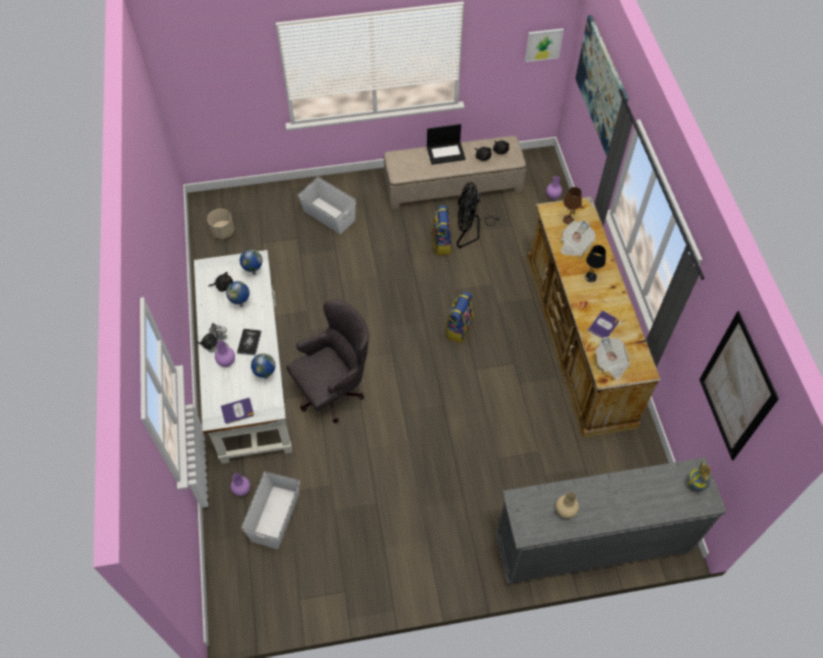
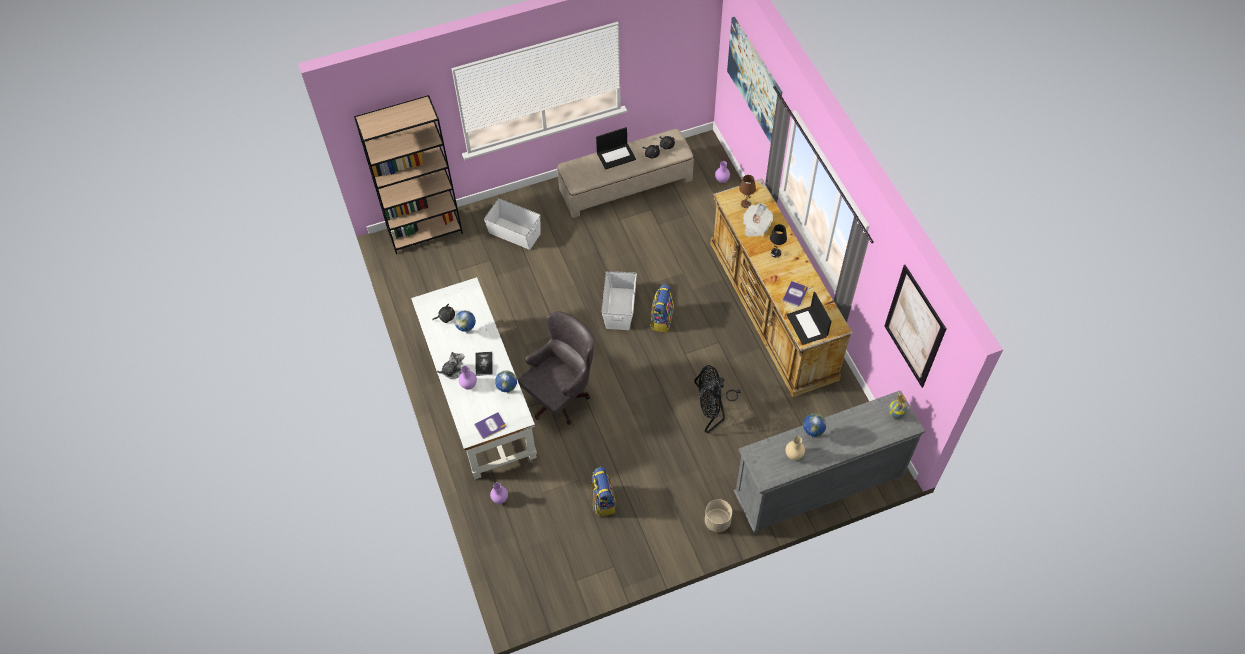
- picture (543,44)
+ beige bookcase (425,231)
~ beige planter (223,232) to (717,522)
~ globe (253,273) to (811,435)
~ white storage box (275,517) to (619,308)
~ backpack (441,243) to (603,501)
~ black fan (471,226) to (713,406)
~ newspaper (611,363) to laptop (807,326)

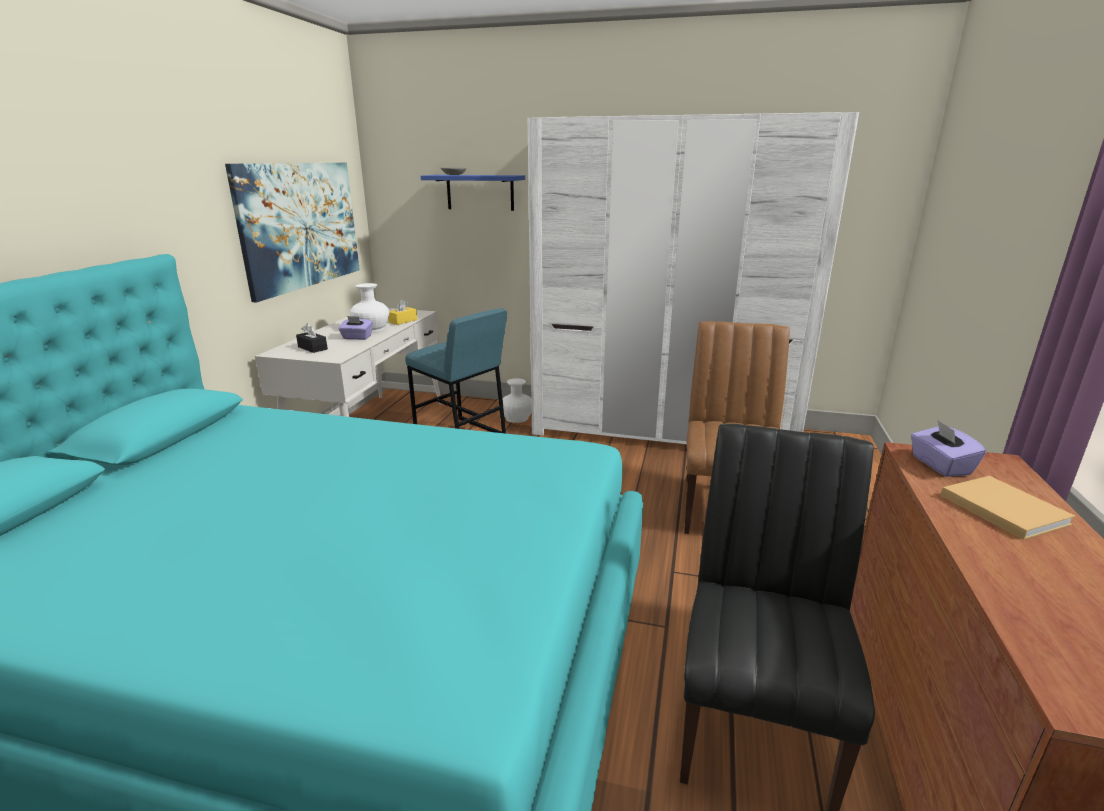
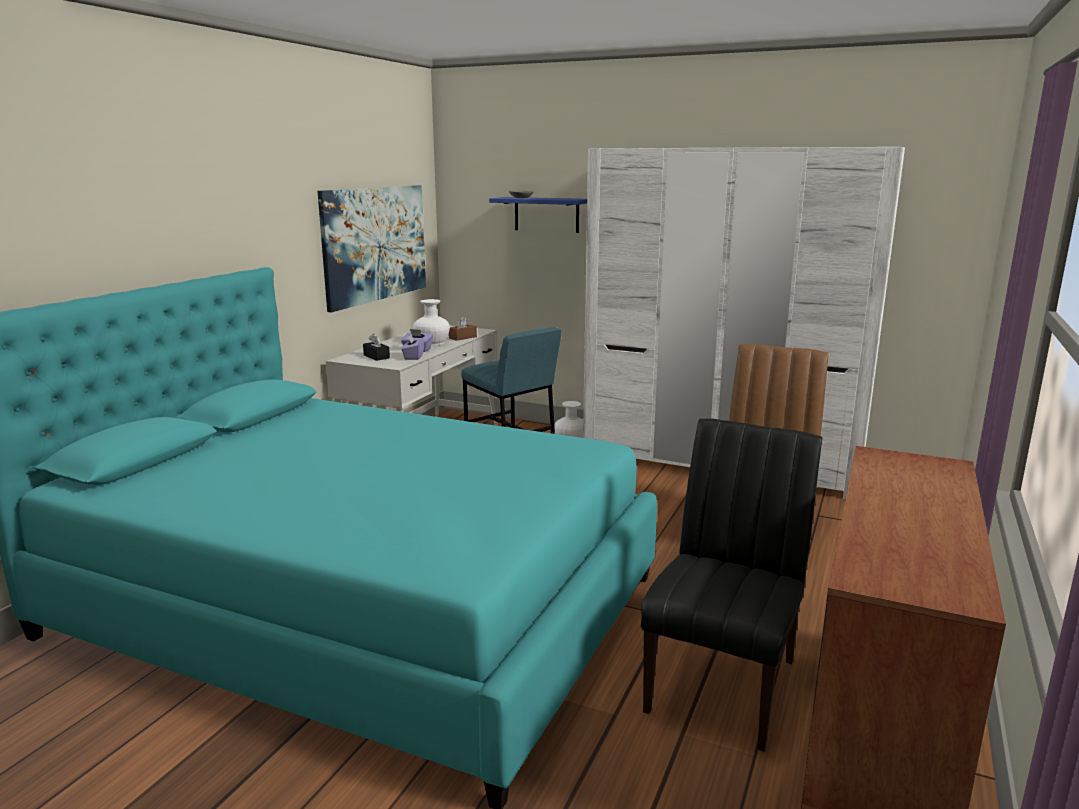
- beige book (1000,508)
~ purple tissue box (940,465) to (413,357)
~ yellow tissue box (403,321) to brown tissue box (463,337)

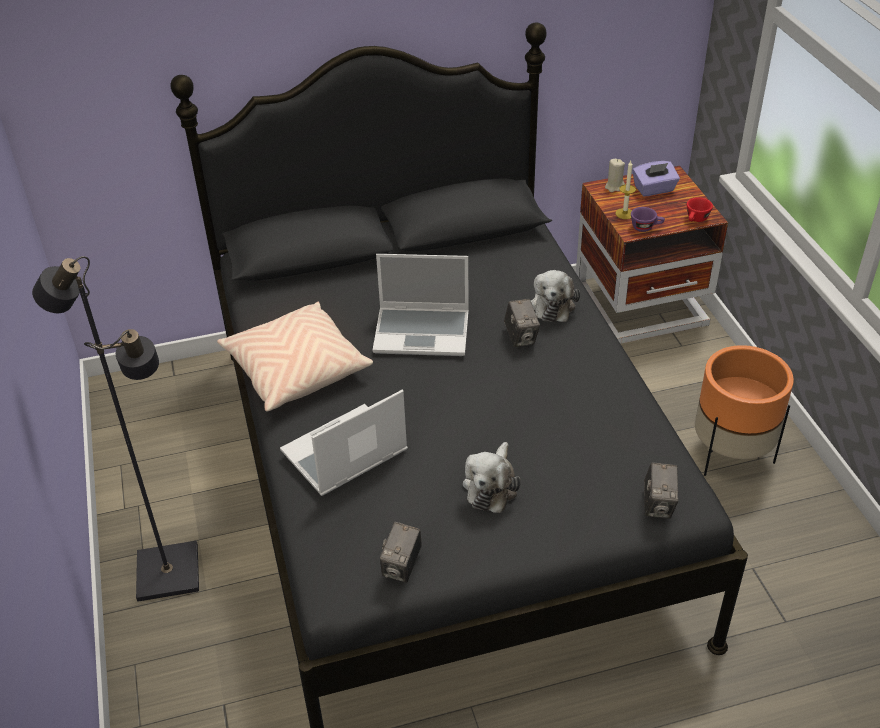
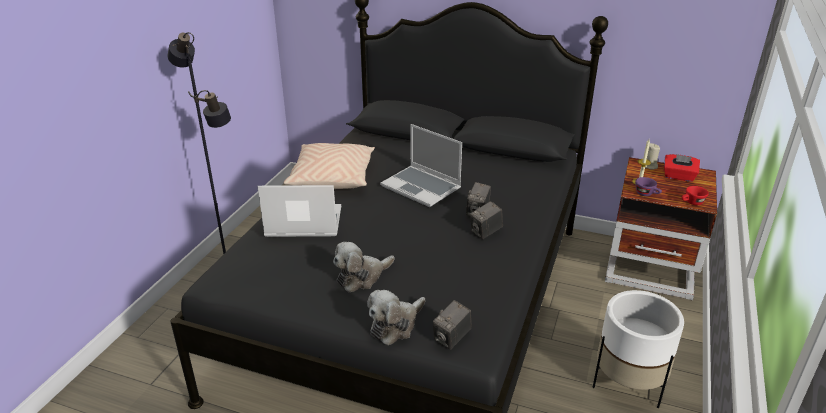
~ photo camera (402,567) to (485,232)
~ plush toy (552,304) to (395,325)
~ purple tissue box (654,189) to red tissue box (678,177)
~ orange planter (731,454) to white planter (627,385)

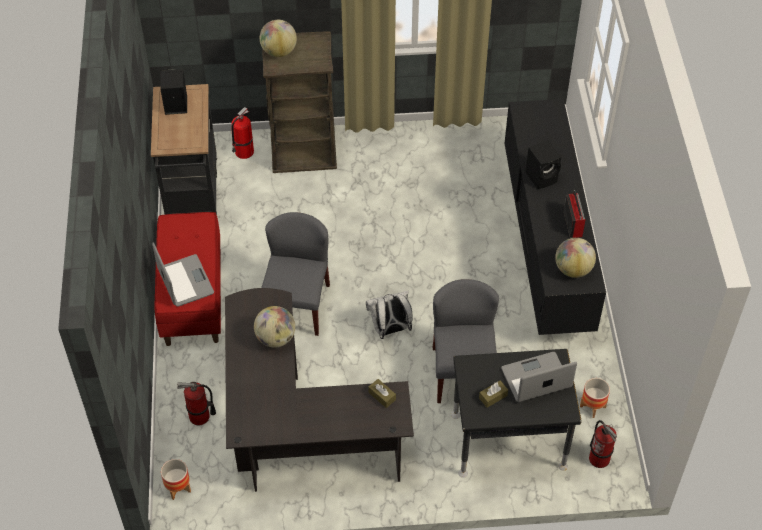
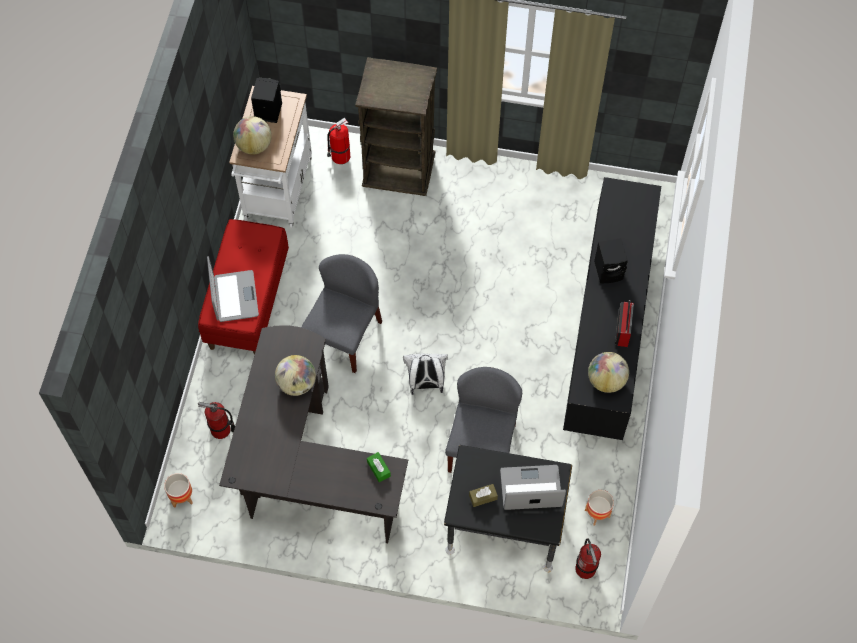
~ globe (279,51) to (254,146)
~ black cart (192,194) to white cart (277,191)
~ brown tissue box (382,396) to green tissue box (378,469)

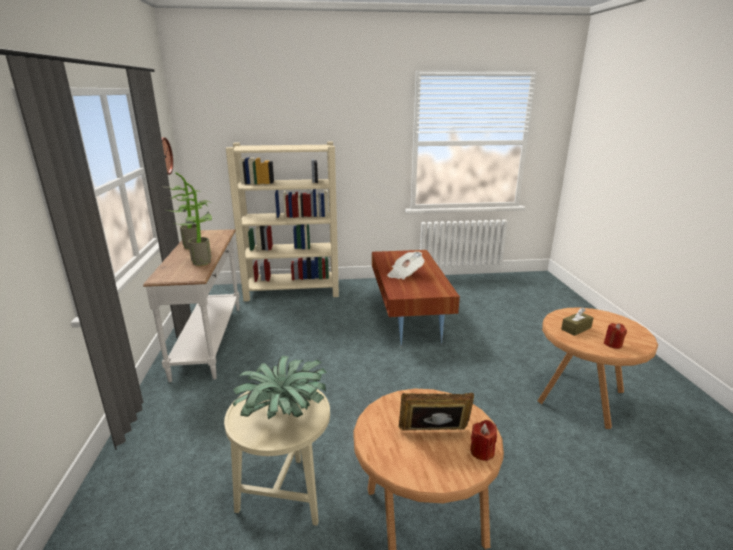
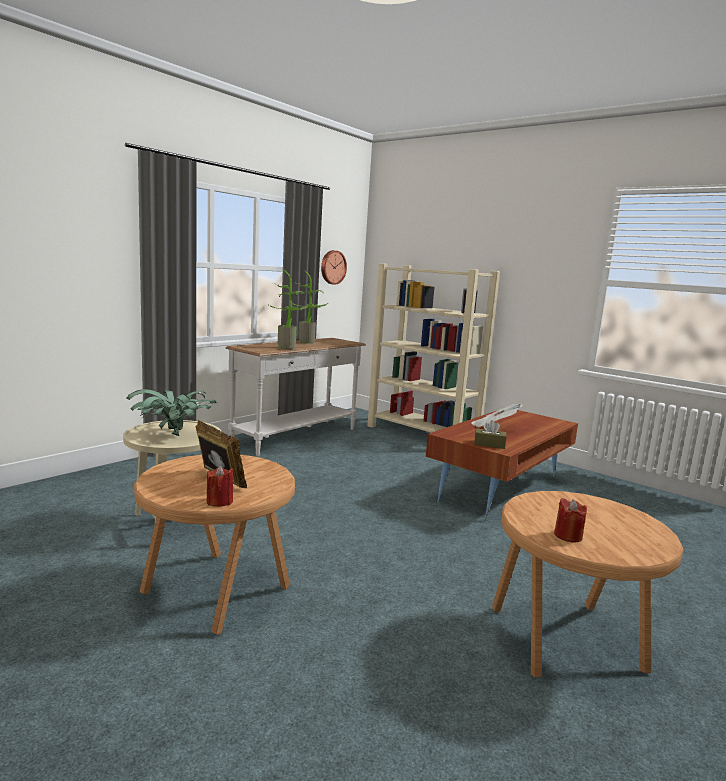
~ brown tissue box (576,328) to (489,444)

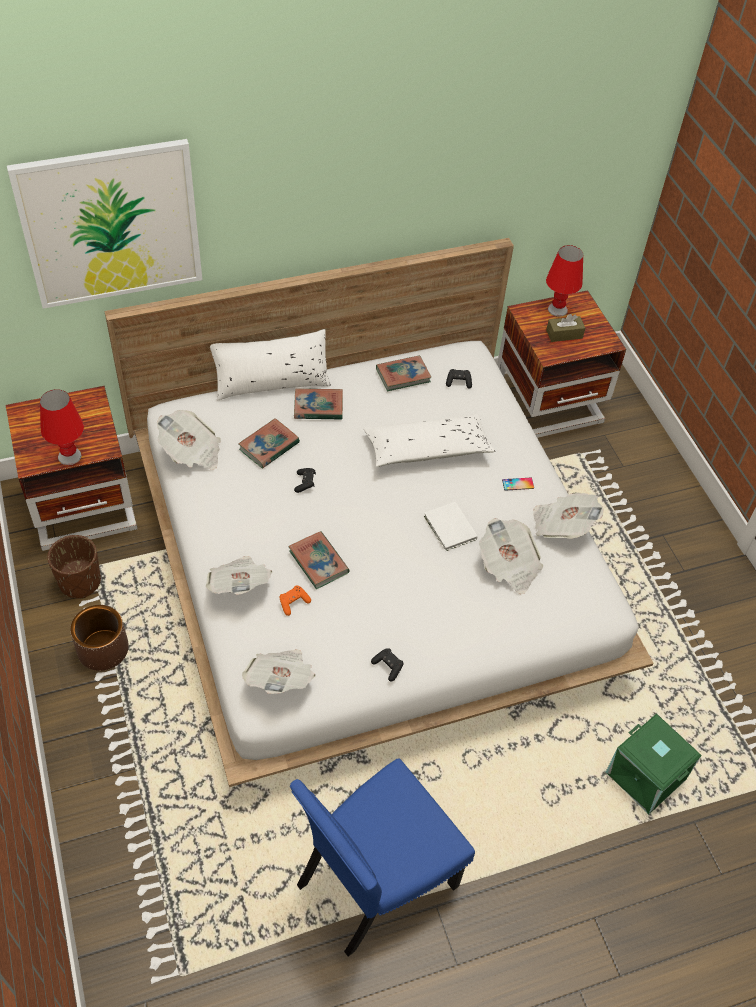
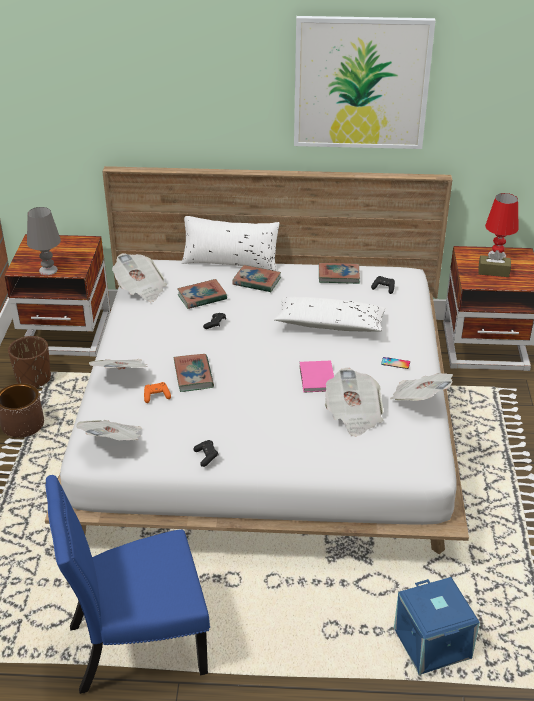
~ picture (111,224) to (361,83)
~ red table lamp (69,456) to grey table lamp (48,270)
~ white book (450,529) to pink book (316,379)
~ green storage box (646,776) to blue storage box (433,643)

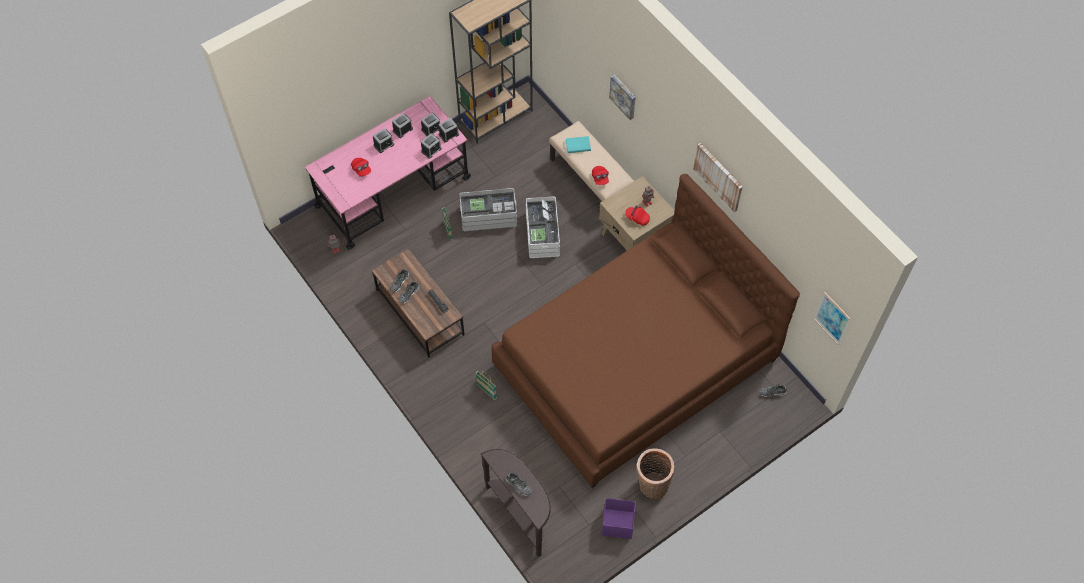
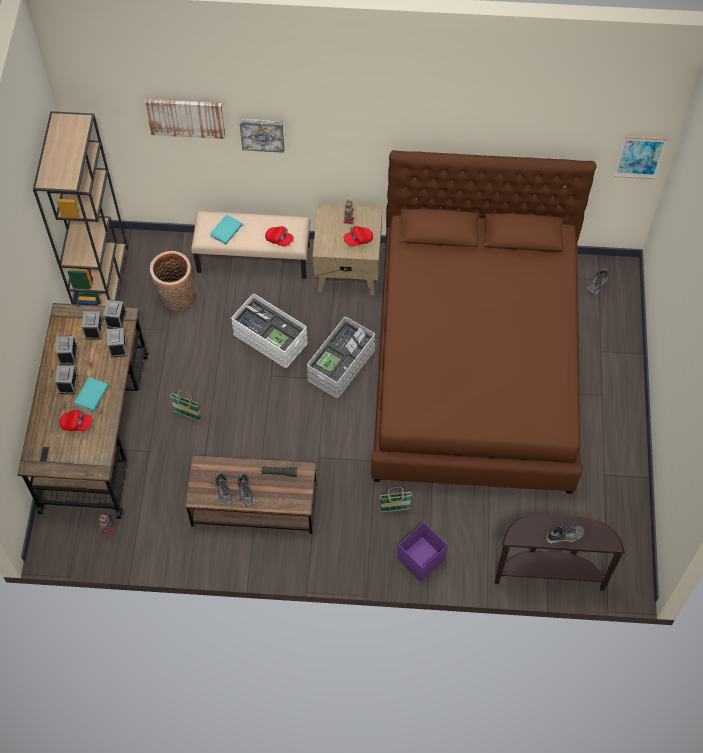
+ turquoise book (92,395)
~ grey storage box (489,215) to (340,364)
~ purple storage box (617,523) to (420,559)
~ basket (651,485) to (176,298)
~ picture (718,176) to (186,117)
~ pink desk (393,192) to brown desk (95,431)

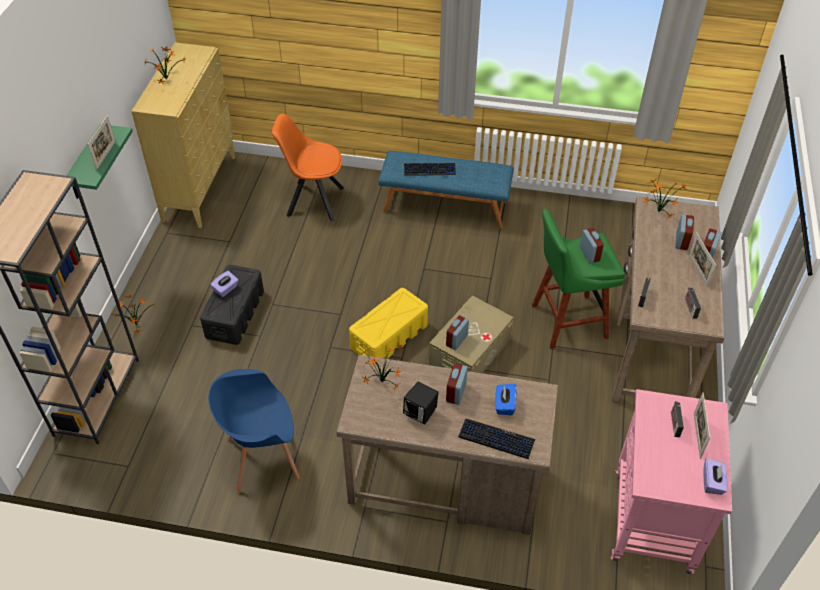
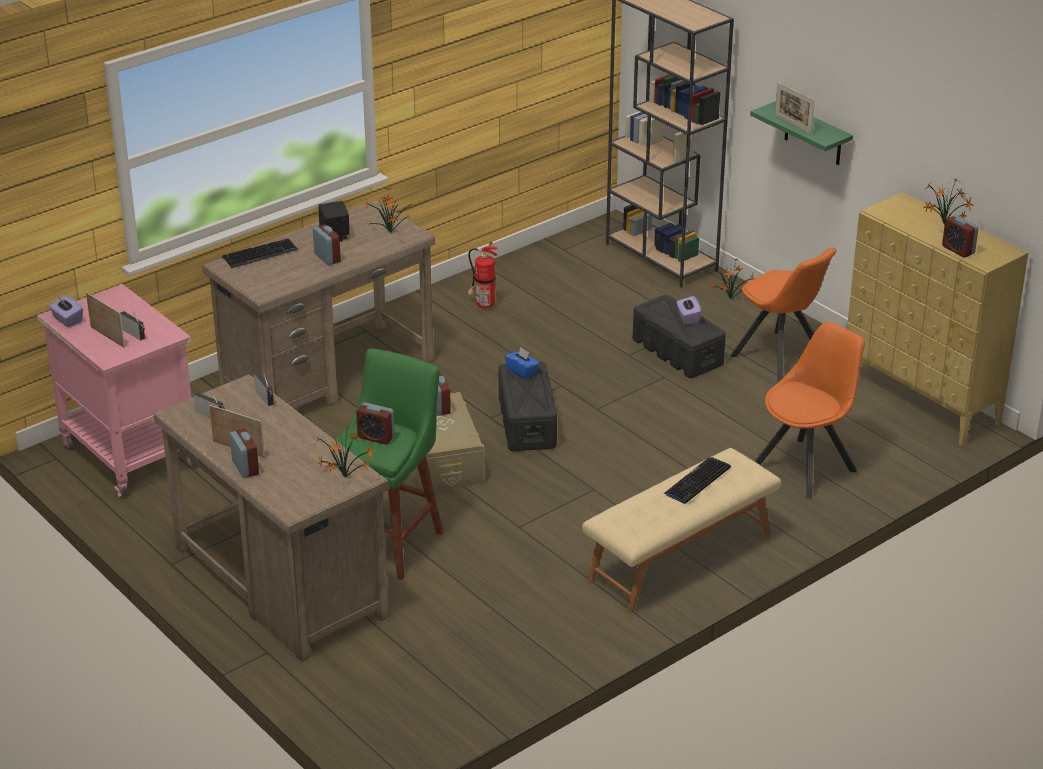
+ orange chair (780,357)
~ blue tissue box (504,405) to (522,371)
~ alarm clock (681,241) to (958,250)
~ blue chair (262,459) to fire extinguisher (483,305)
~ yellow storage box (388,337) to black storage box (527,422)
~ blue bench (445,206) to beige bench (681,558)

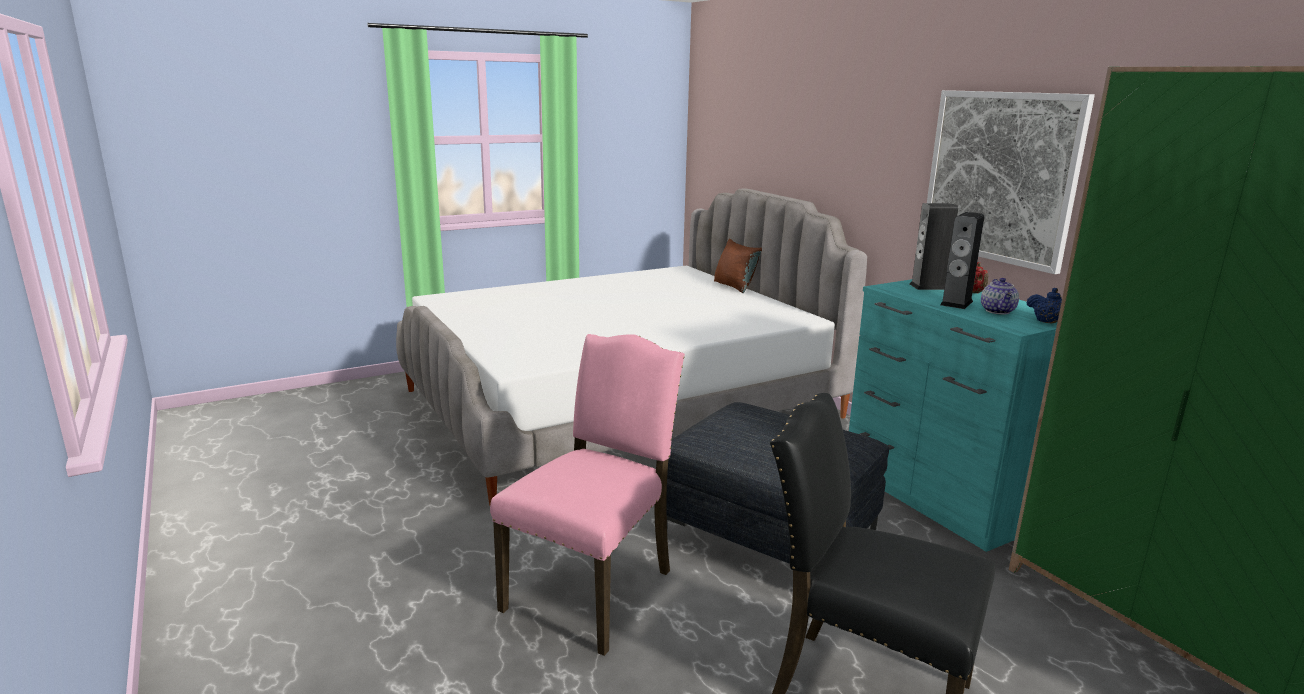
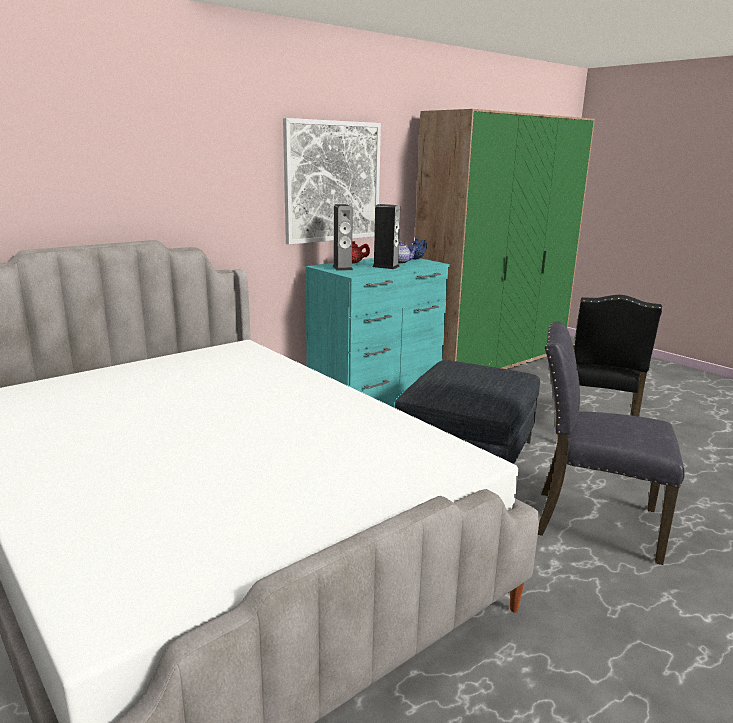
- brown pillow (735,286)
~ pink chair (594,588) to grey chair (592,522)

